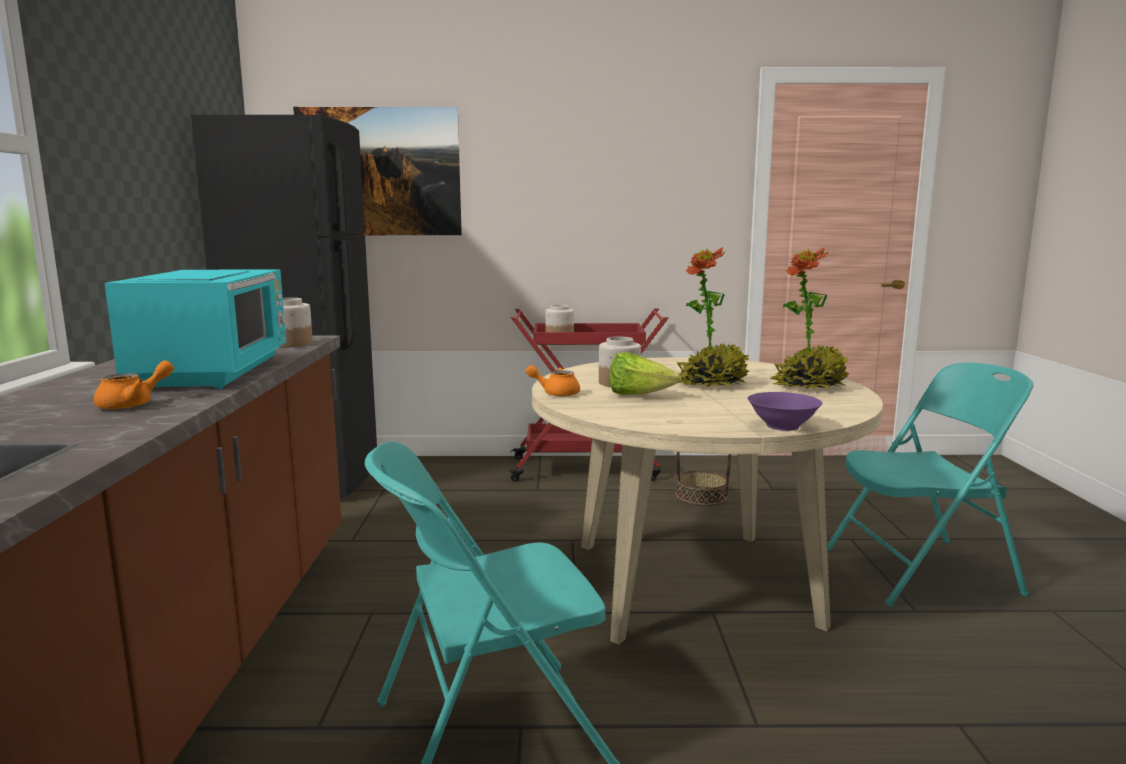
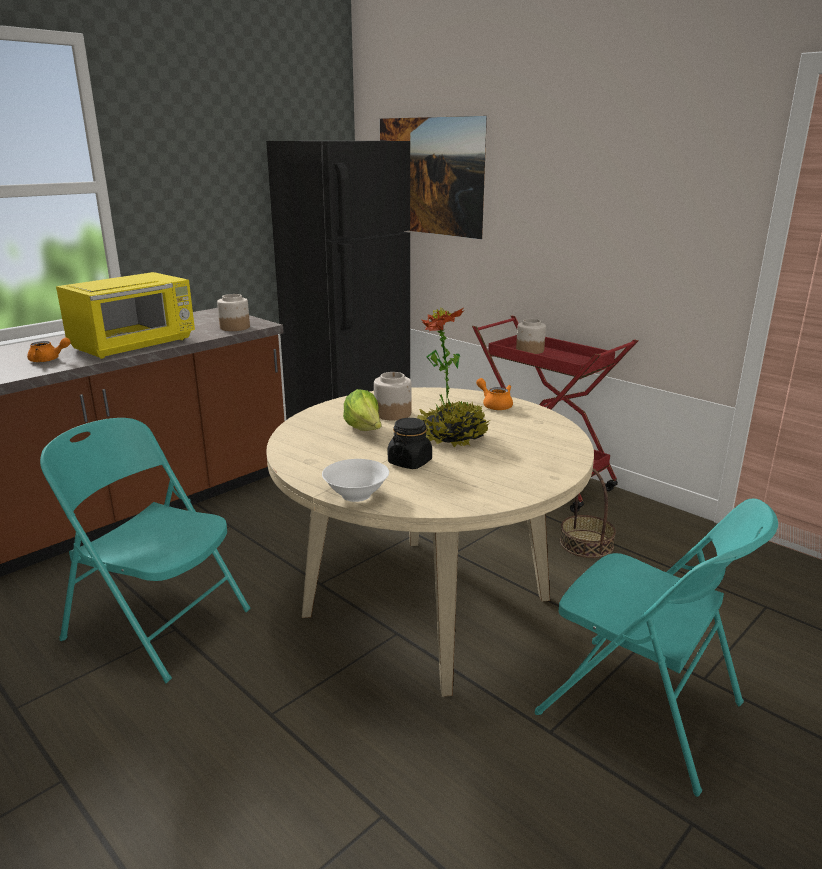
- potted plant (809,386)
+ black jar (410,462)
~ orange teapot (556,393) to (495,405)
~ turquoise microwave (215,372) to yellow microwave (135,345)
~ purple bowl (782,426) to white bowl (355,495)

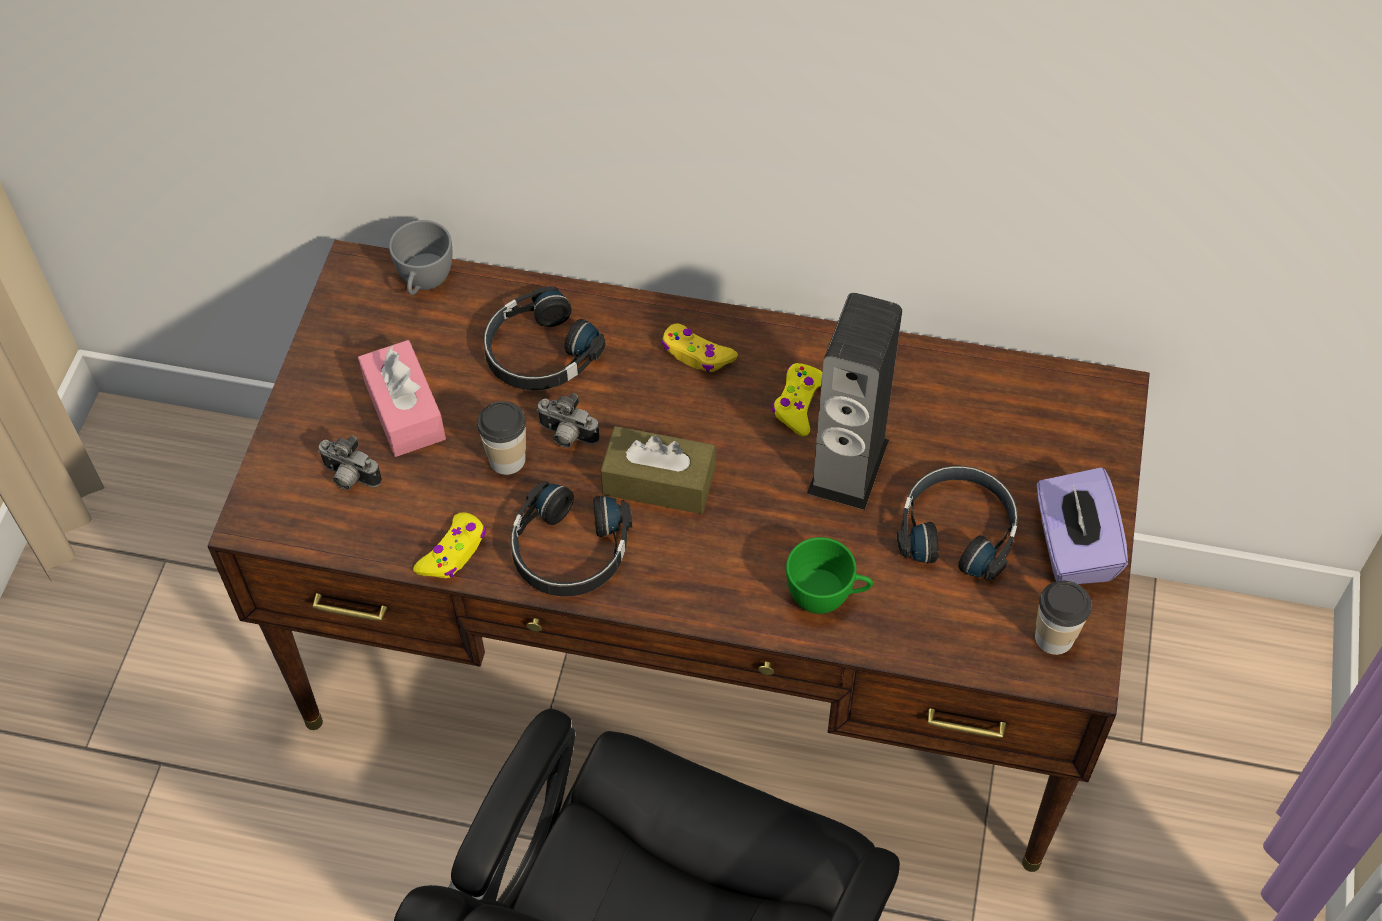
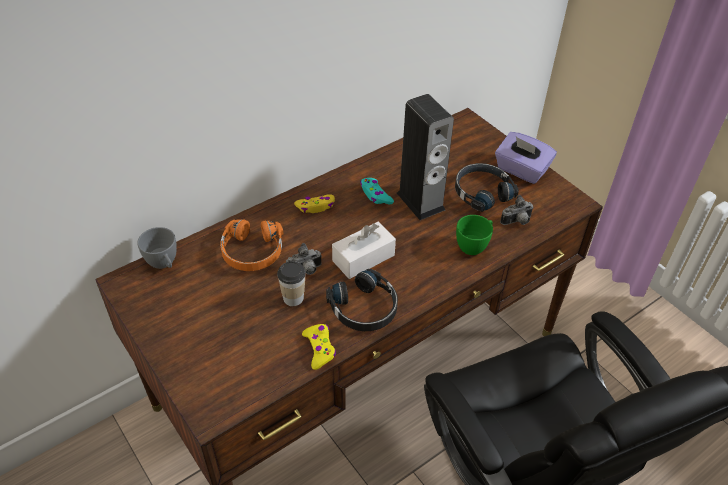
- pink tissue box (404,410)
- cup (1054,638)
~ photo camera (349,478) to (517,222)
~ black headphones (539,353) to orange headphones (252,252)
~ brown tissue box (659,482) to white tissue box (363,258)
~ yellow game controller (798,404) to turquoise game controller (375,195)

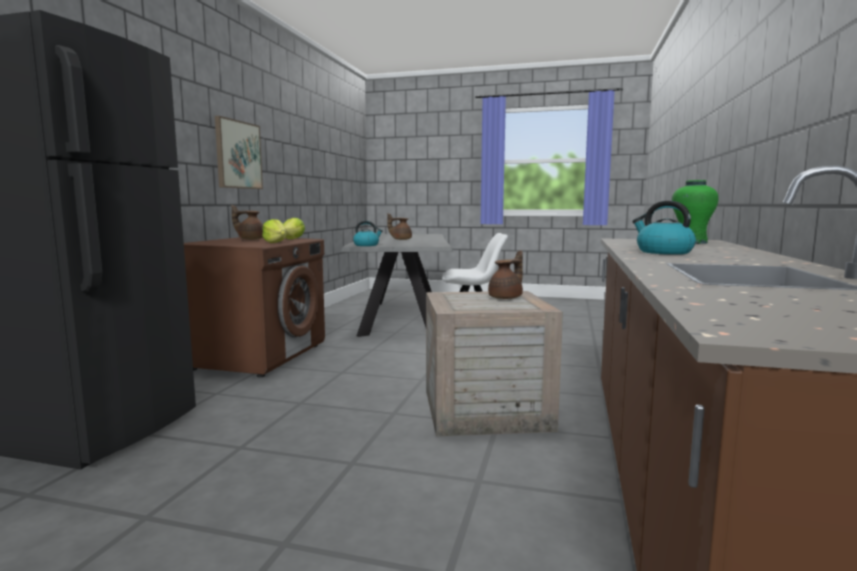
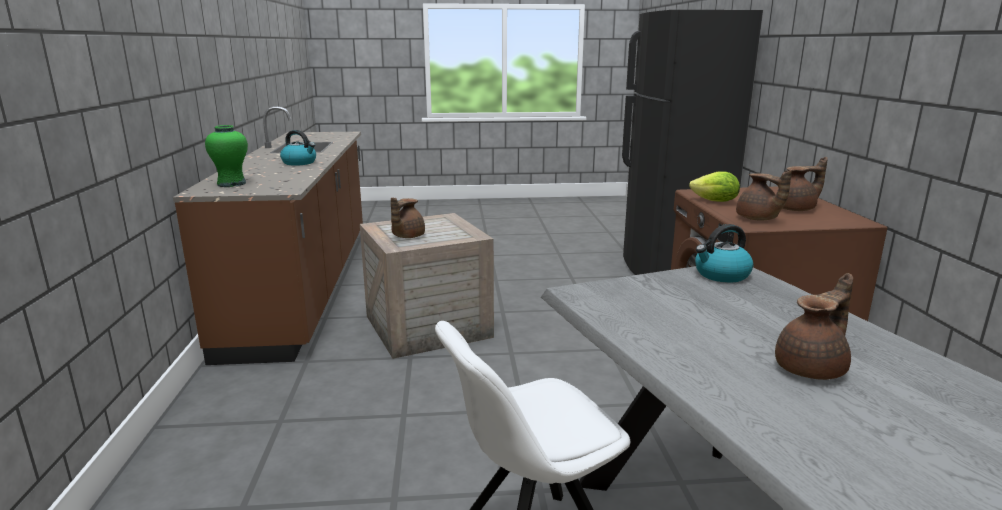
- picture (238,155)
~ lettuce (293,239) to brown teapot (758,219)

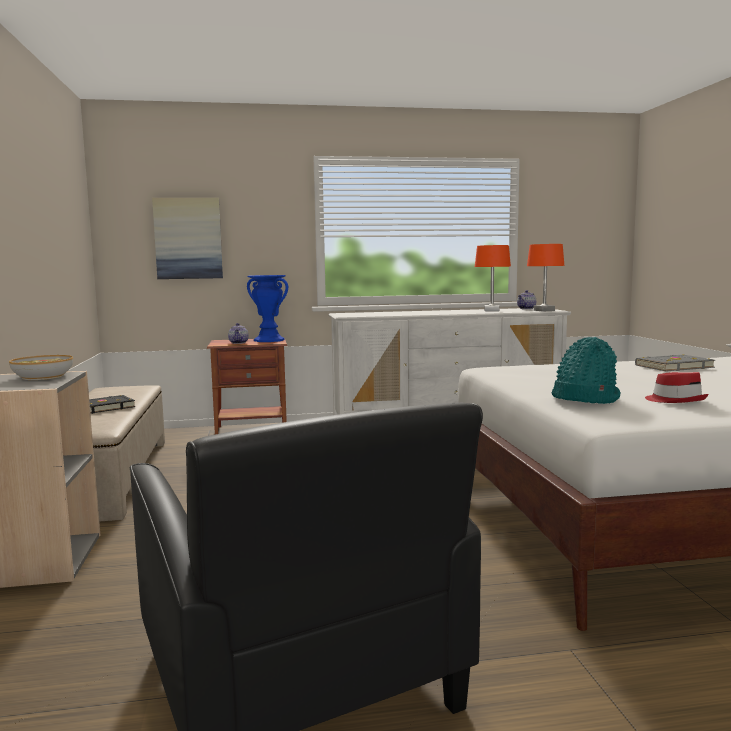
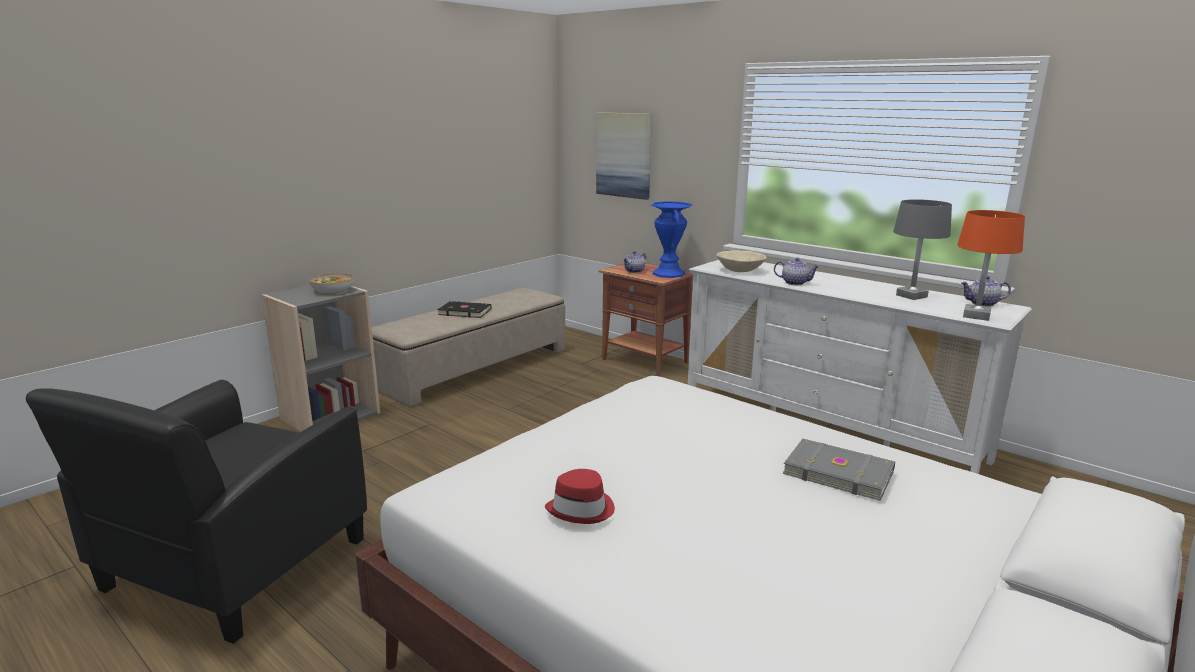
- turquoise hat (584,398)
+ beige bowl (740,270)
+ teapot (795,283)
~ orange table lamp (491,310) to grey table lamp (911,296)

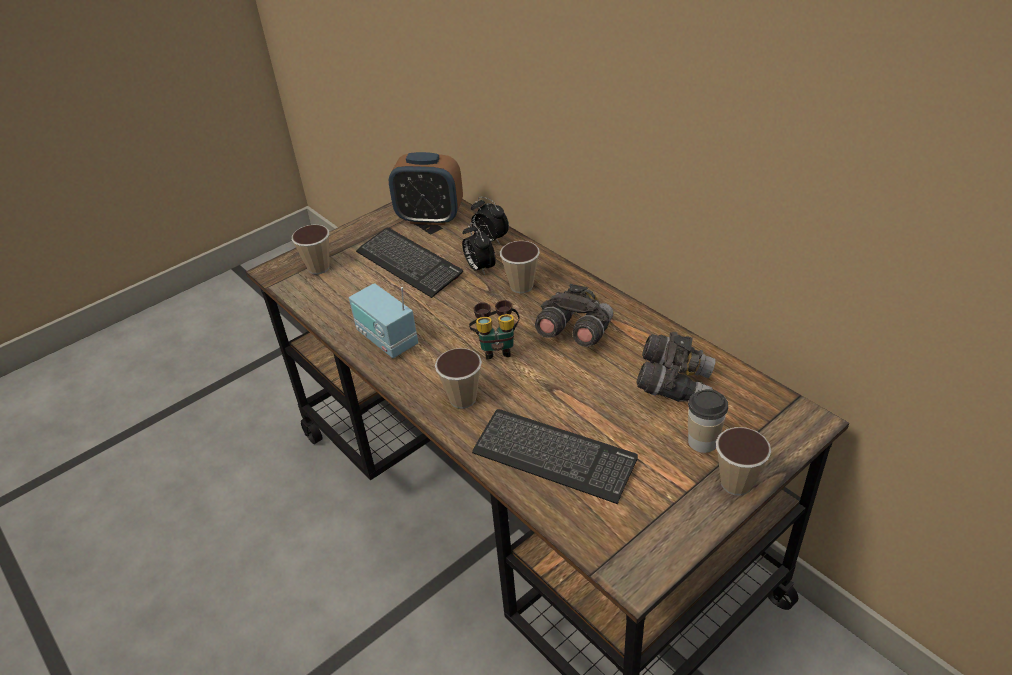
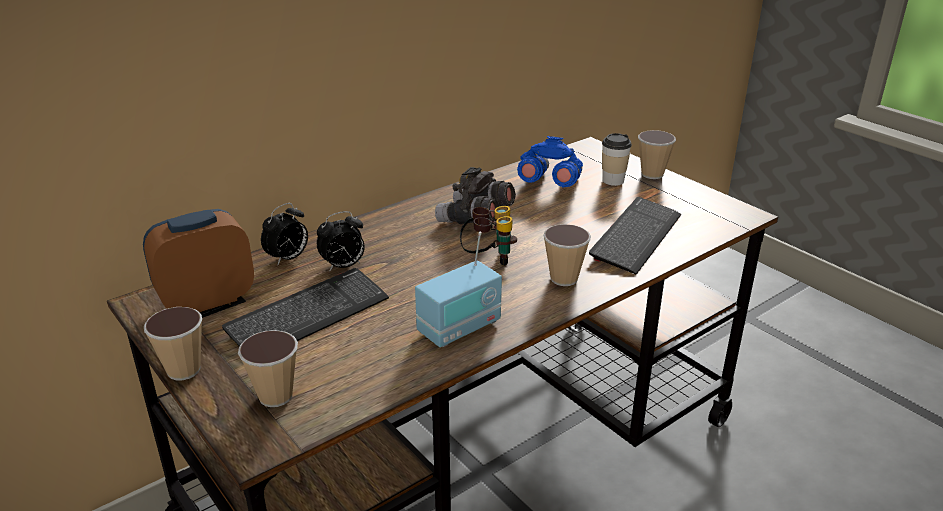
~ cup (521,286) to (184,370)
~ grey binoculars (674,384) to blue binoculars (549,184)
~ alarm clock (430,218) = (207,300) 135 degrees counterclockwise

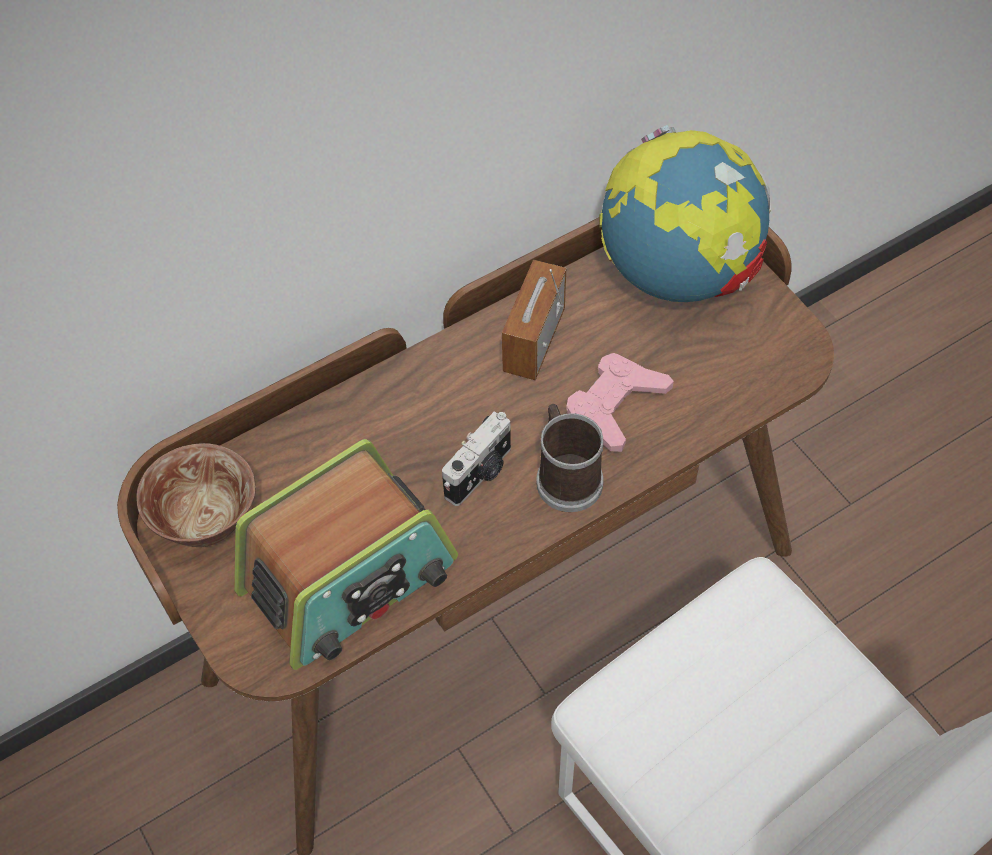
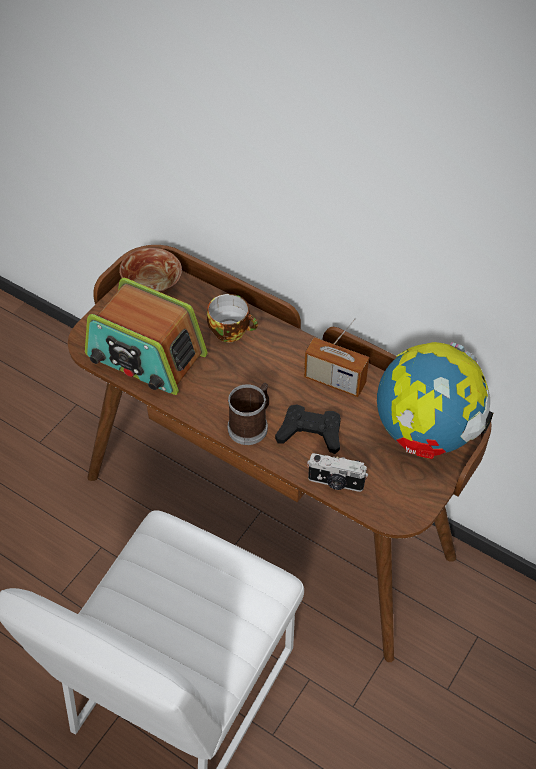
+ cup (232,331)
~ photo camera (480,473) to (335,483)
~ pink game controller (615,406) to black game controller (310,433)
~ radio (533,341) = (334,380) 150 degrees counterclockwise

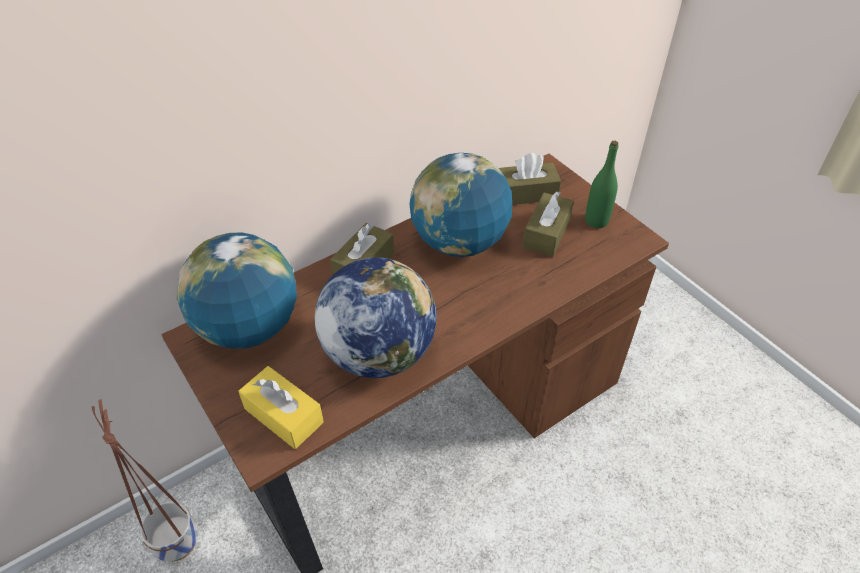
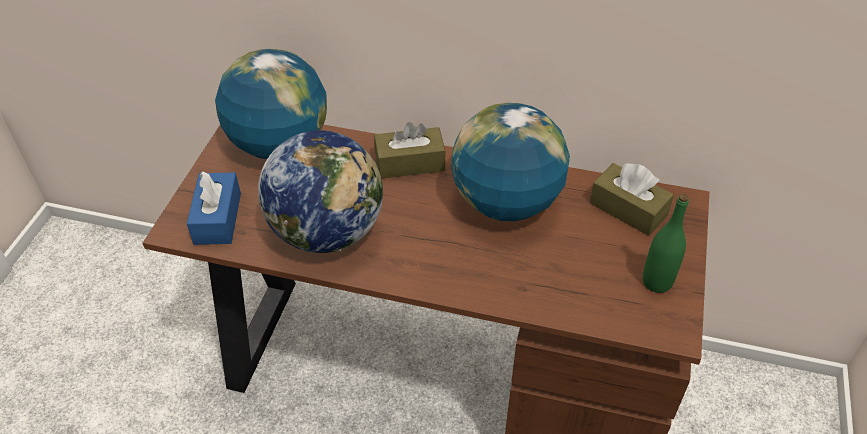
- planter (176,542)
- brown tissue box (546,233)
~ yellow tissue box (283,415) to blue tissue box (217,218)

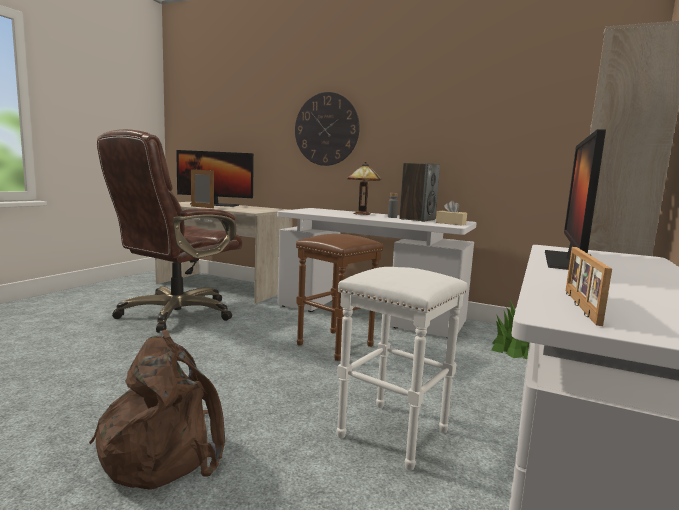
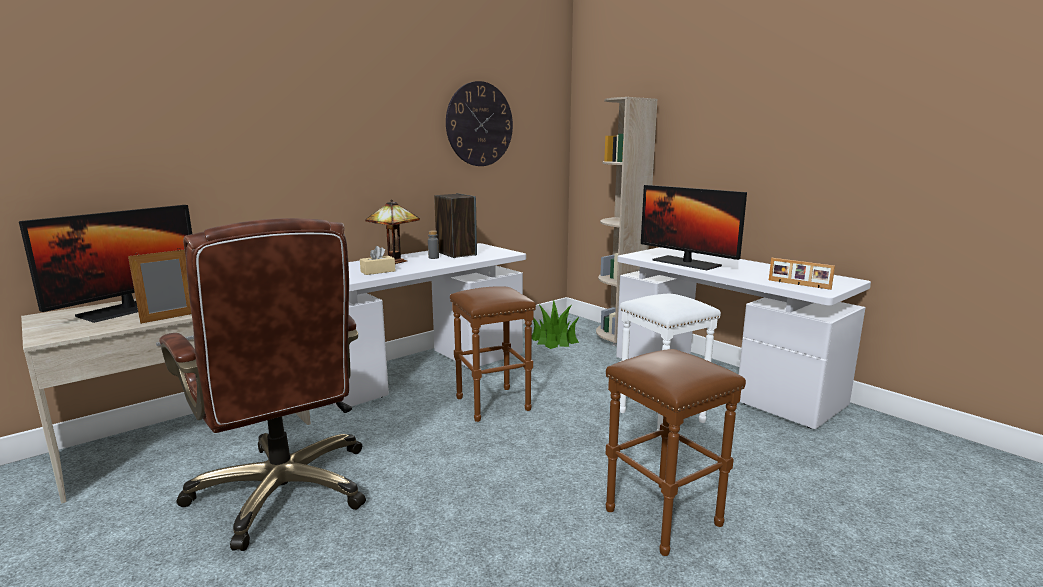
~ wall clock (326,129) to (479,124)
~ beige tissue box (450,223) to (378,271)
~ brown backpack (164,451) to brown stool (663,515)

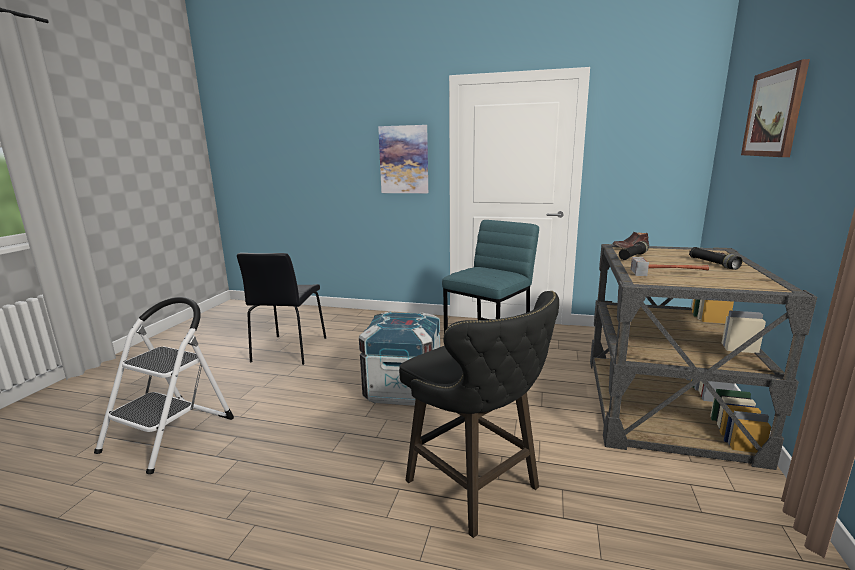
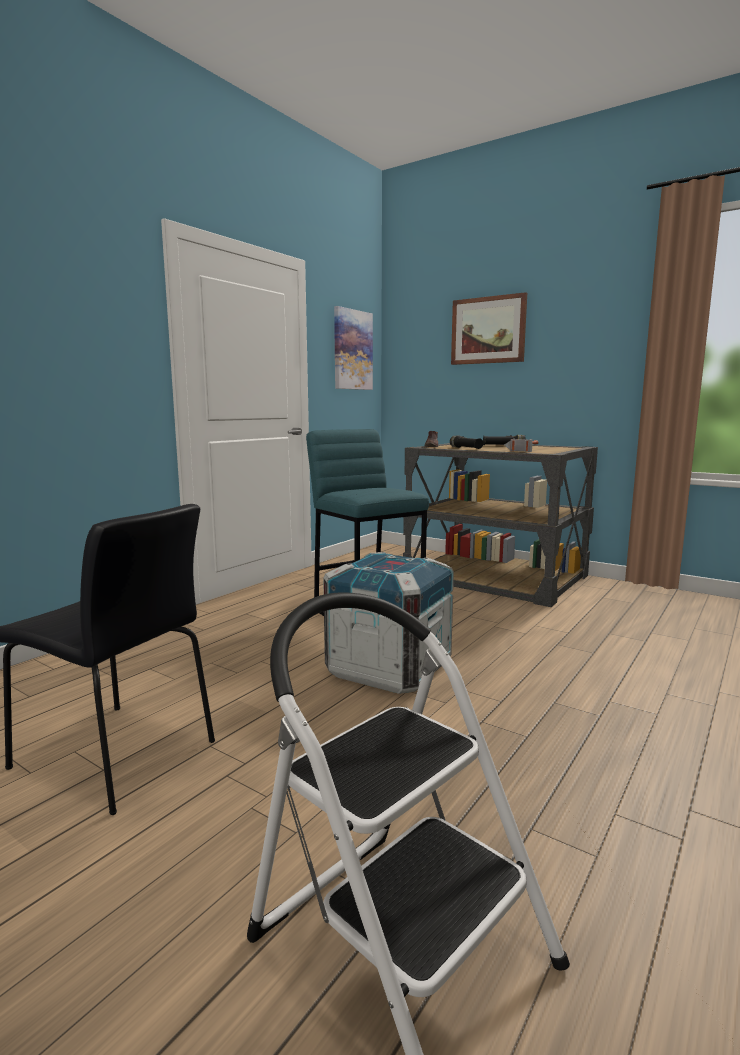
- black stool (476,487)
~ picture (404,159) to (352,350)

